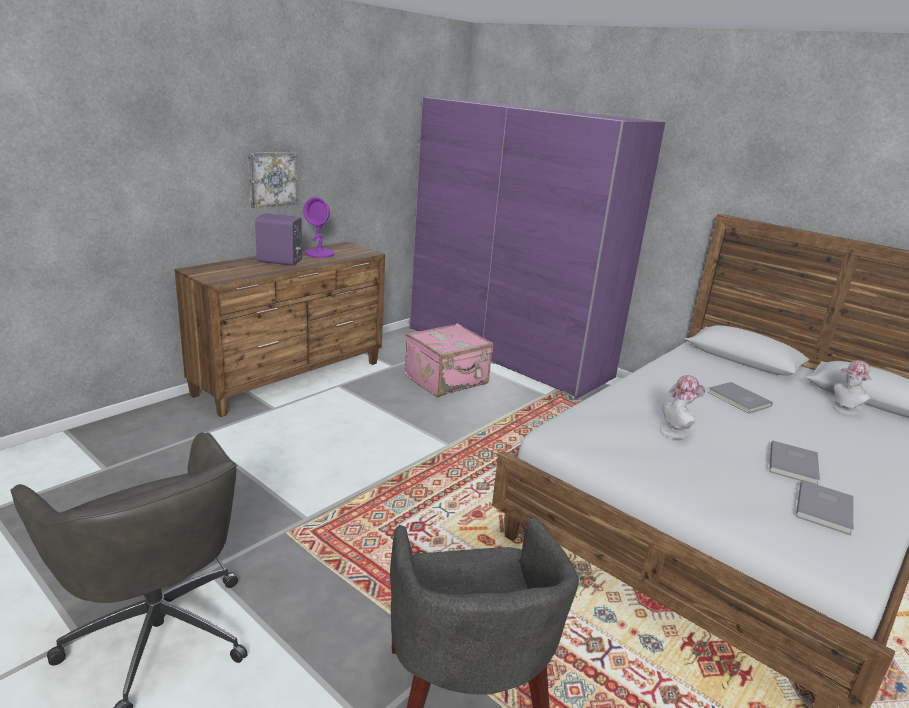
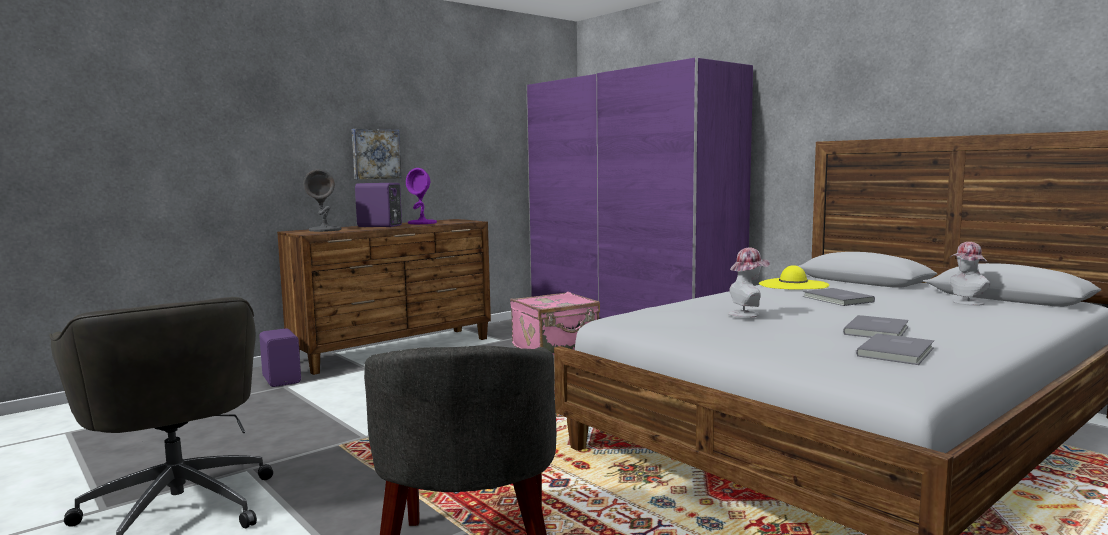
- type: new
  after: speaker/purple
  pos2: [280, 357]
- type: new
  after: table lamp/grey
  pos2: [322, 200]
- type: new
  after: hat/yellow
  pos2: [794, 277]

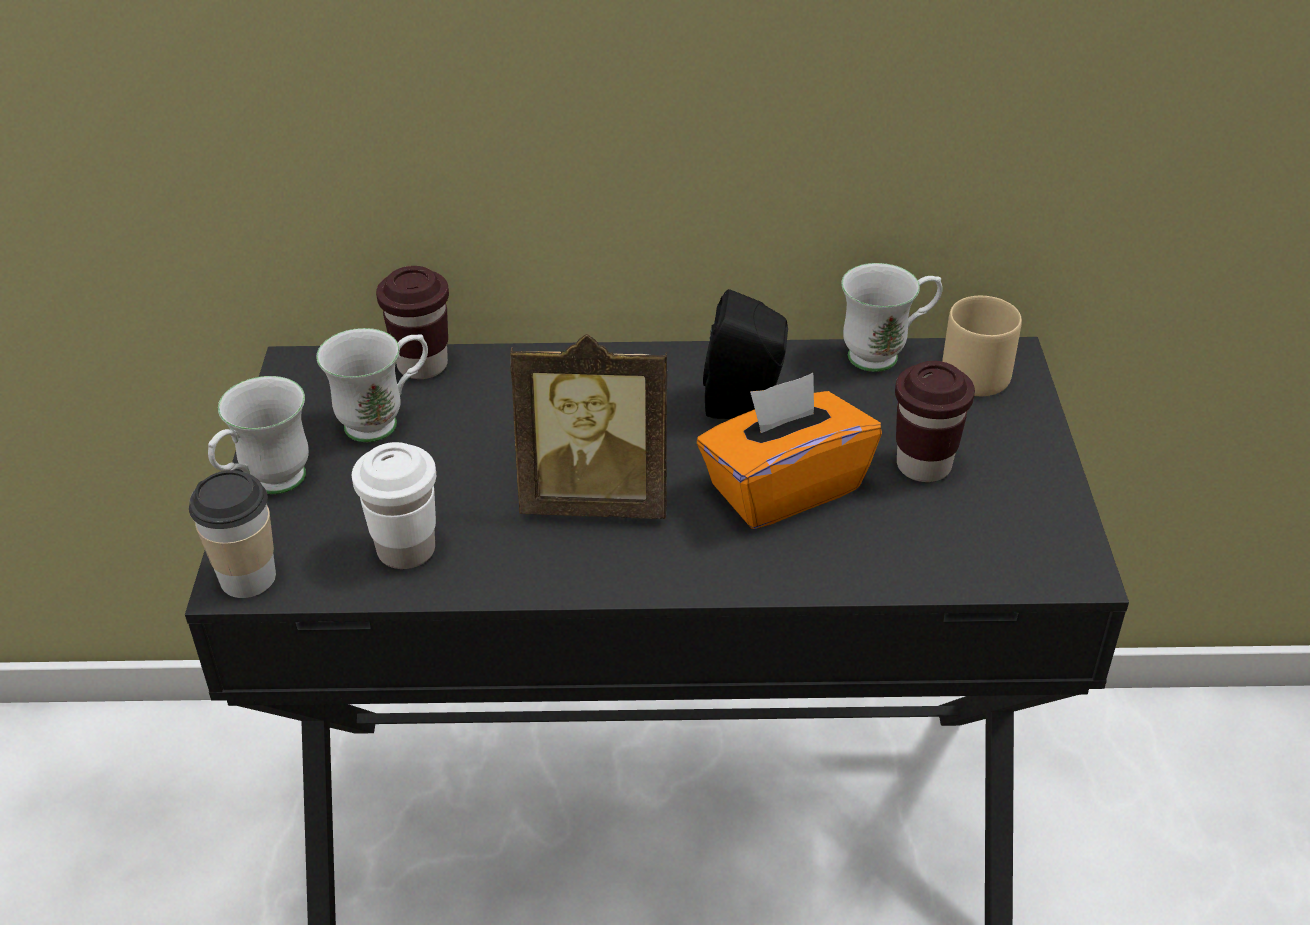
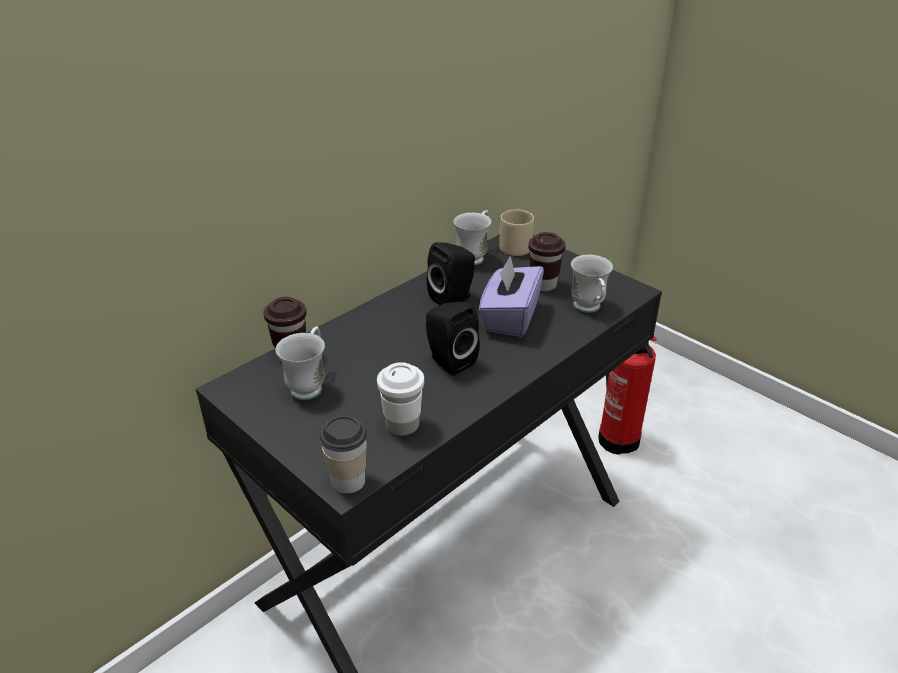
- type: swapped
  before: picture frame
  after: speaker/black
  pos1: [588, 426]
  pos2: [453, 339]
- type: repainted
  before: tissue box/orange
  after: tissue box/purple
  pos1: [789, 451]
  pos2: [511, 296]
- type: shifted
  before: mug/white
  pos1: [258, 435]
  pos2: [592, 284]
- type: new
  after: fire extinguisher
  pos2: [627, 396]

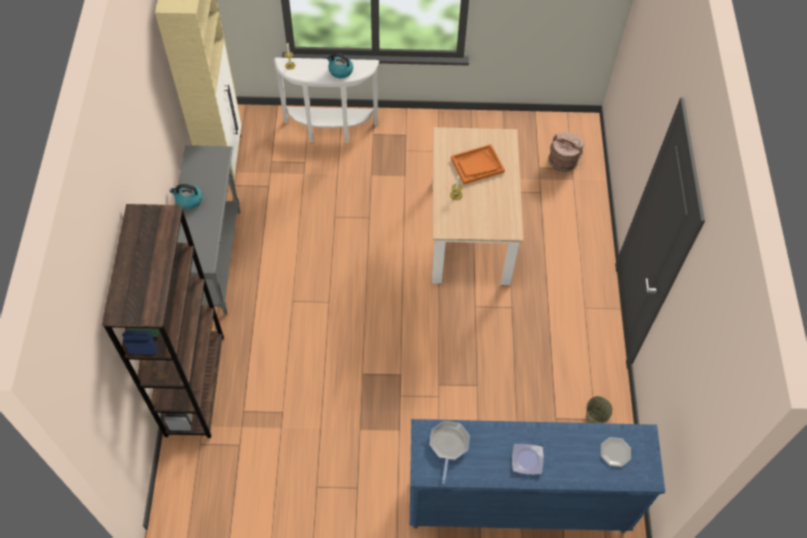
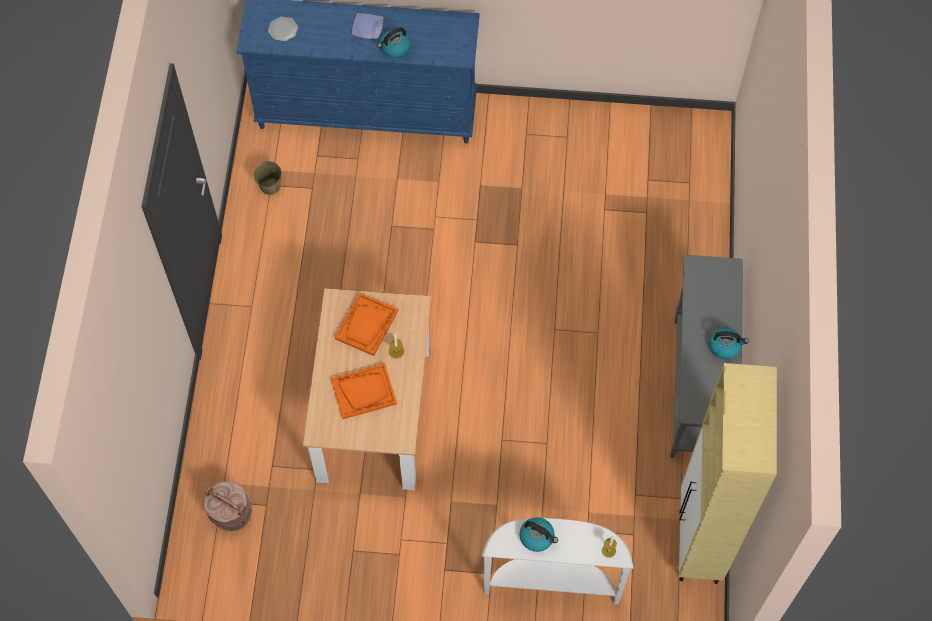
- type: new
  after: tray/orange
  pos2: [366, 324]
- type: new
  after: kettle
  pos2: [394, 42]
- type: gone
  before: bookcase/brown
  pos1: [163, 321]
- type: gone
  before: frying pan
  pos1: [449, 452]

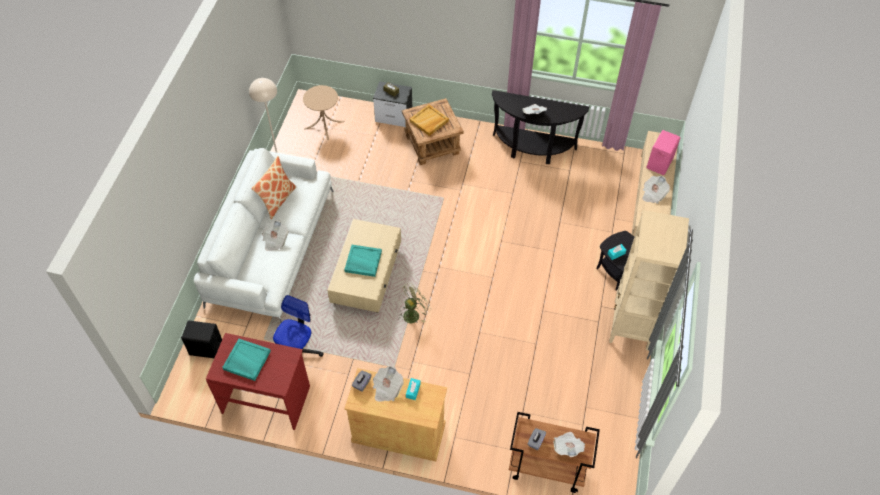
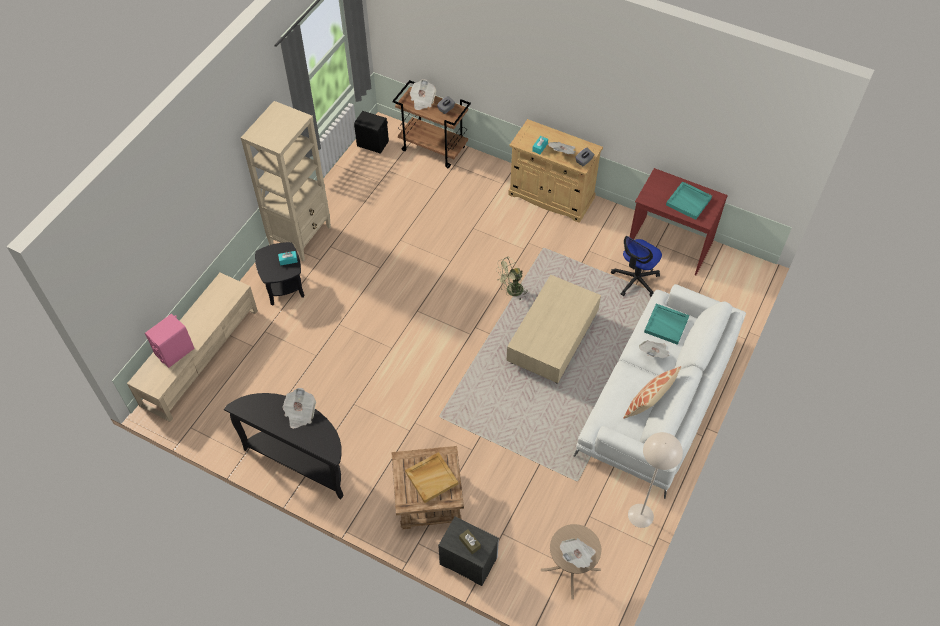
- type: shifted
  before: speaker/black
  pos1: [201, 339]
  pos2: [371, 132]
- type: shifted
  before: newspaper
  pos1: [656, 190]
  pos2: [578, 553]
- type: shifted
  before: tray/turquoise
  pos1: [363, 261]
  pos2: [666, 324]

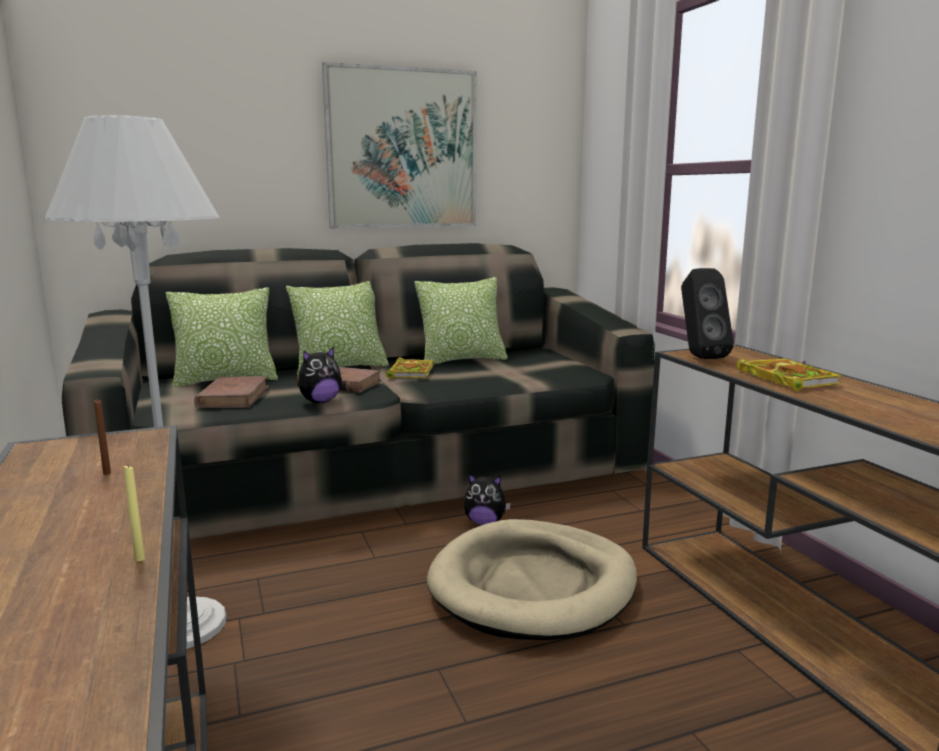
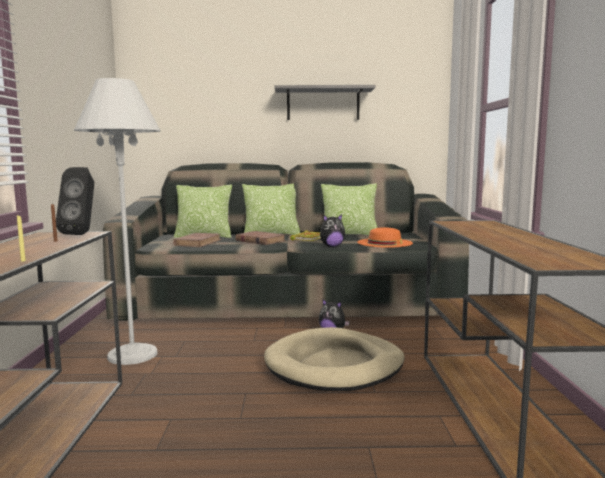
- type: shifted
  before: speaker/black
  pos1: [707, 313]
  pos2: [75, 201]
- type: swapped
  before: picture
  after: shelf/grey
  pos1: [399, 145]
  pos2: [324, 102]
- type: shifted
  before: plush toy
  pos1: [320, 375]
  pos2: [332, 230]
- type: new
  after: hat/orange
  pos2: [385, 237]
- type: gone
  before: book
  pos1: [789, 374]

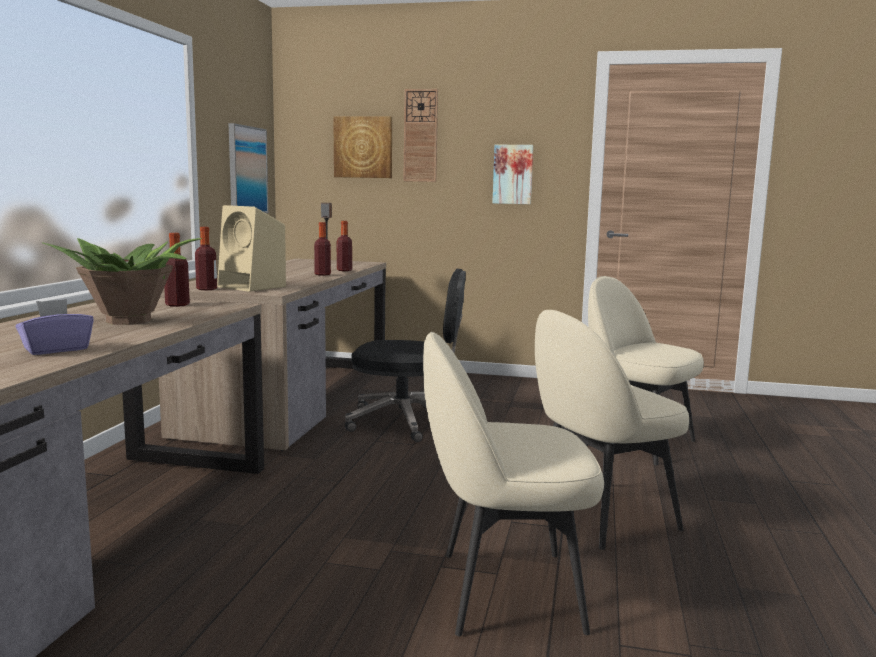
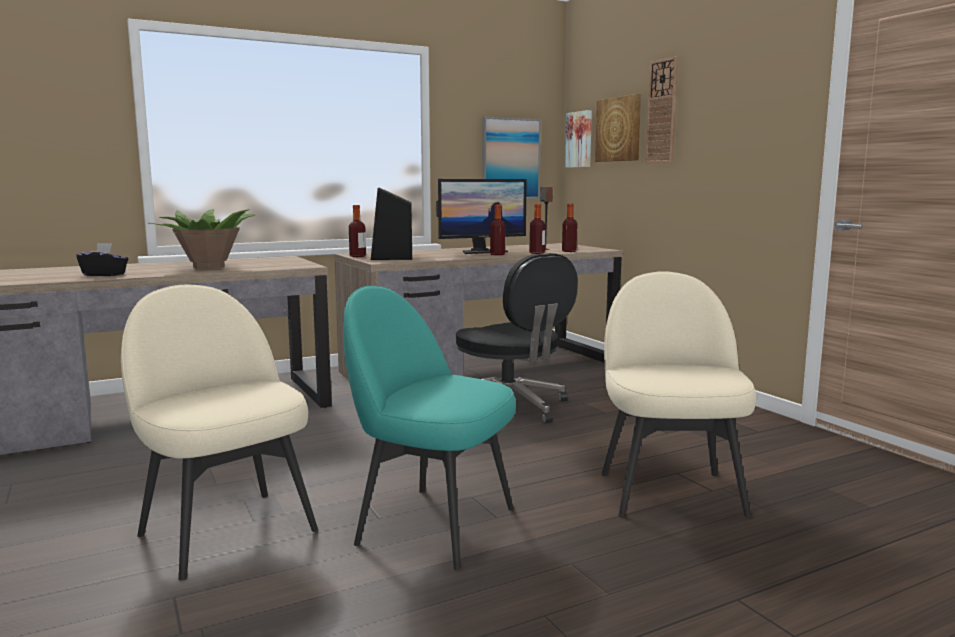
- type: repainted
  before: tissue box/purple
  after: tissue box/black
  pos1: [55, 327]
  pos2: [102, 259]
- type: repainted
  before: chair/beige
  after: chair/turquoise
  pos1: [612, 430]
  pos2: [429, 428]
- type: repainted
  before: speaker/beige
  after: speaker/black
  pos1: [251, 248]
  pos2: [391, 224]
- type: new
  after: monitor
  pos2: [481, 216]
- type: shifted
  before: bottle
  pos1: [177, 270]
  pos2: [569, 227]
- type: shifted
  before: picture
  pos1: [513, 174]
  pos2: [578, 139]

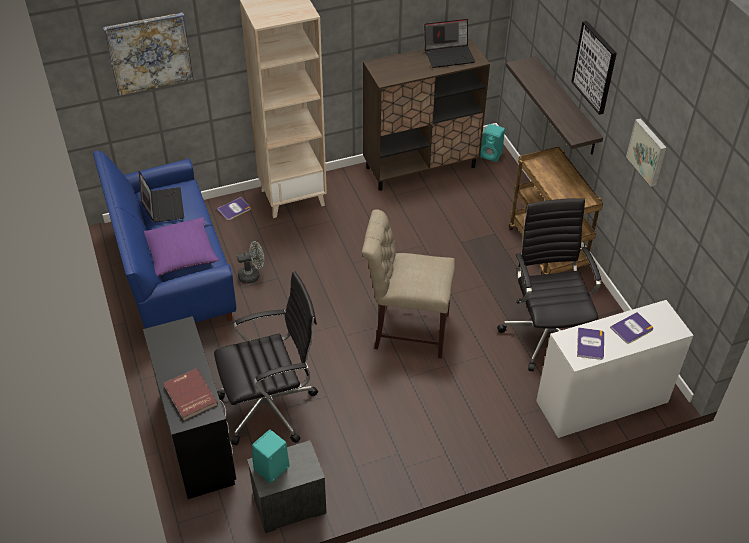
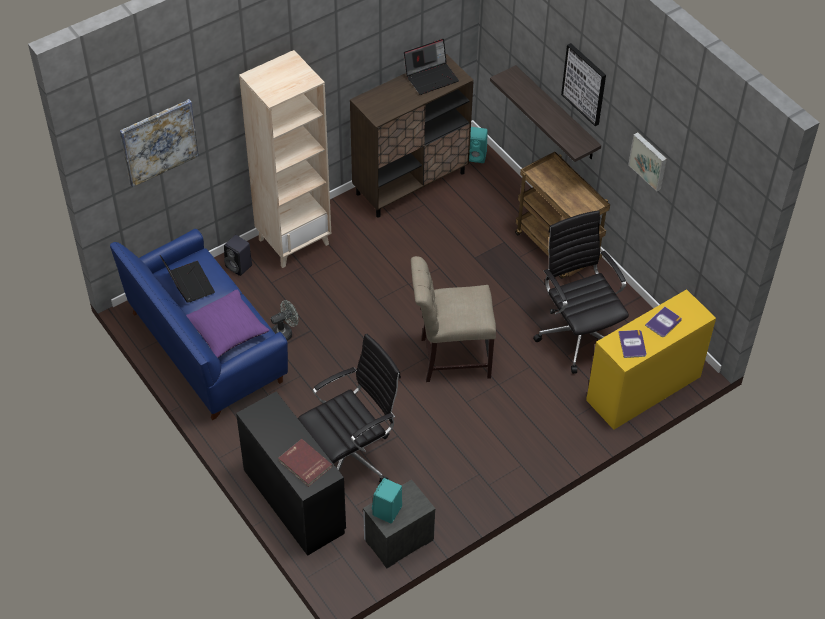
- type: swapped
  before: book
  after: speaker/black
  pos1: [234, 208]
  pos2: [238, 255]
- type: repainted
  before: desk/white
  after: desk/yellow
  pos1: [615, 369]
  pos2: [651, 359]

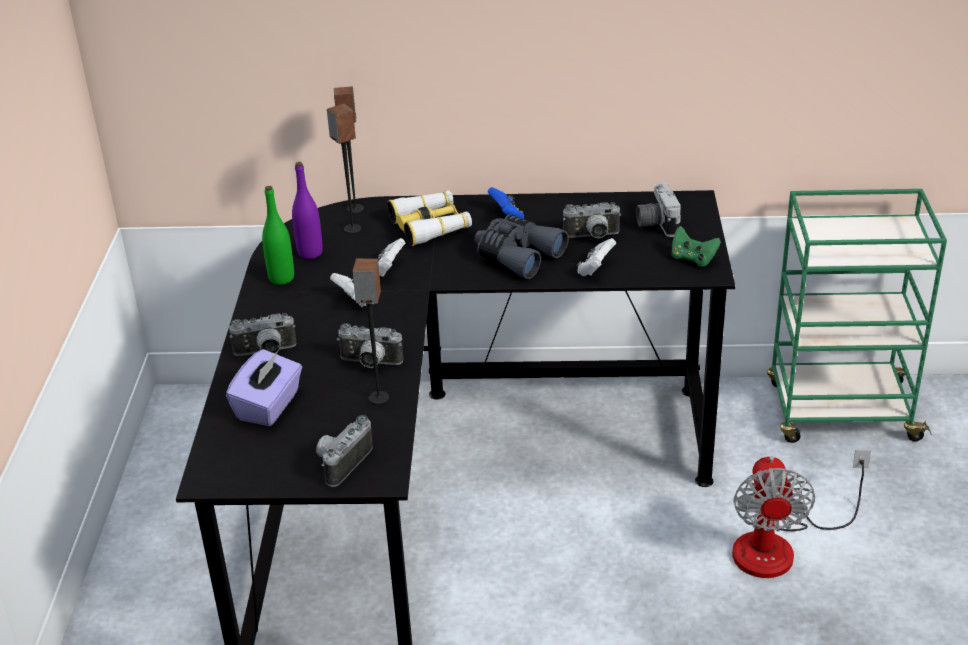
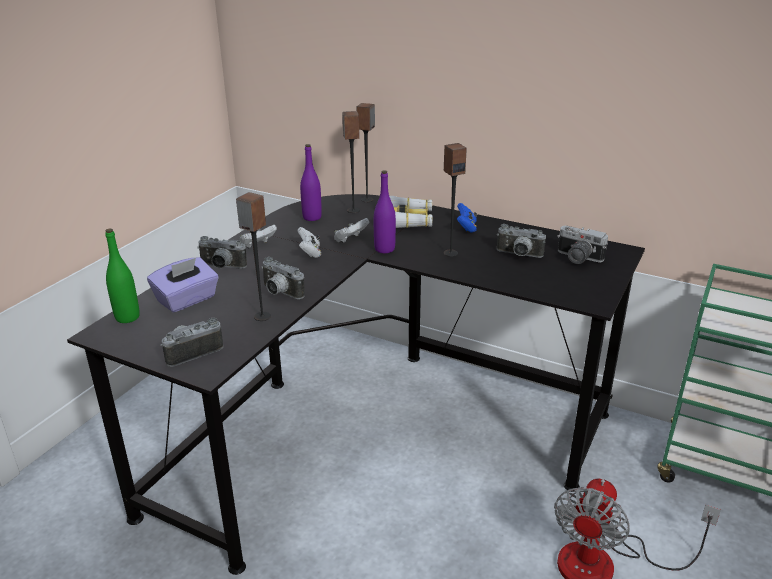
- type: shifted
  before: bottle/green
  pos1: [278, 235]
  pos2: [122, 276]
- type: shifted
  before: game controller/white
  pos1: [596, 257]
  pos2: [258, 236]
- type: new
  after: bottle/purple
  pos2: [385, 211]
- type: swapped
  before: binoculars/grey
  after: speaker
  pos1: [521, 246]
  pos2: [455, 200]
- type: rotated
  before: photo camera
  pos1: [658, 210]
  pos2: [582, 245]
  turn: -75
- type: gone
  before: game controller/green
  pos1: [696, 246]

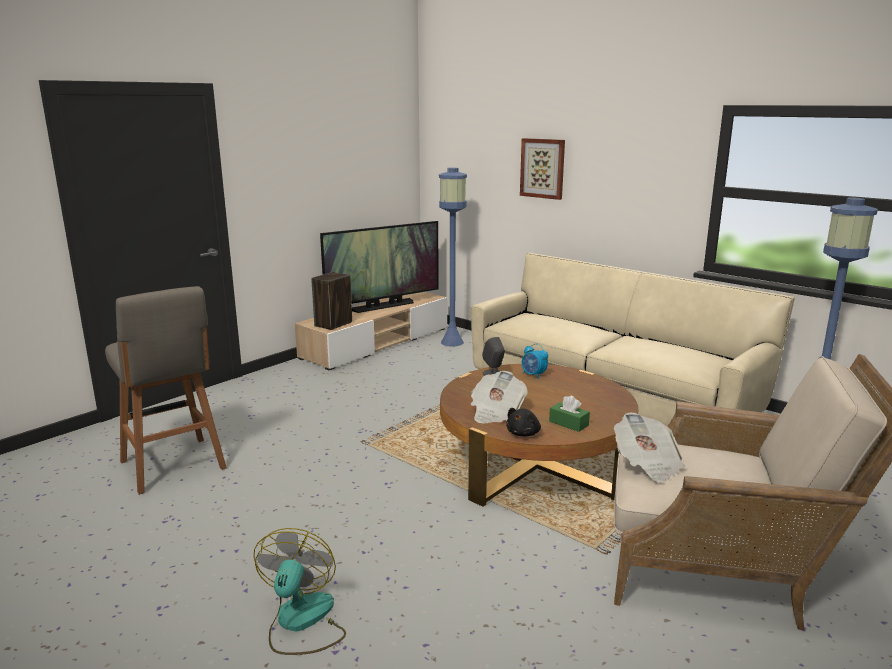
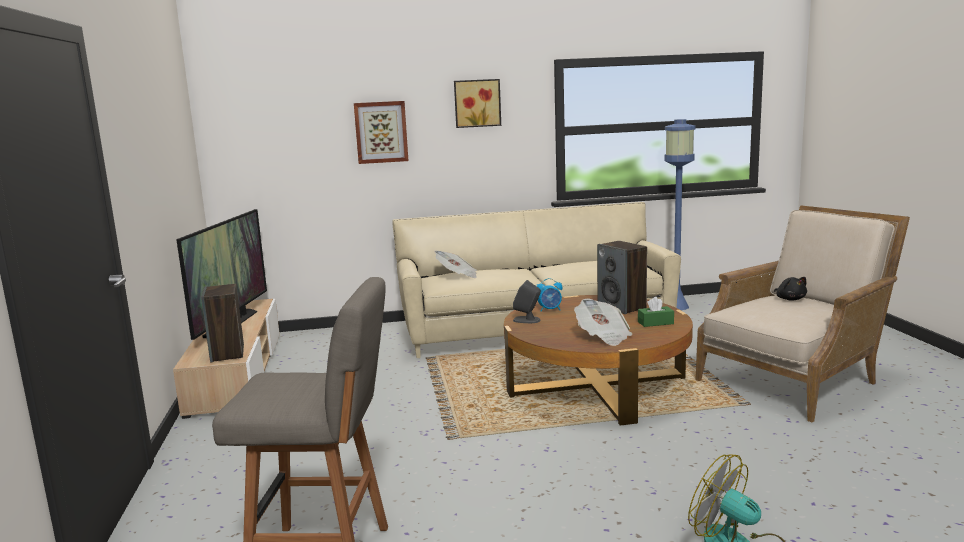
- type: shifted
  before: newspaper
  pos1: [650, 447]
  pos2: [455, 264]
- type: new
  after: picture
  pos2: [477, 103]
- type: new
  after: speaker
  pos2: [622, 277]
- type: shifted
  before: plush toy/black
  pos1: [523, 422]
  pos2: [790, 288]
- type: gone
  before: floor lamp/blue
  pos1: [453, 257]

